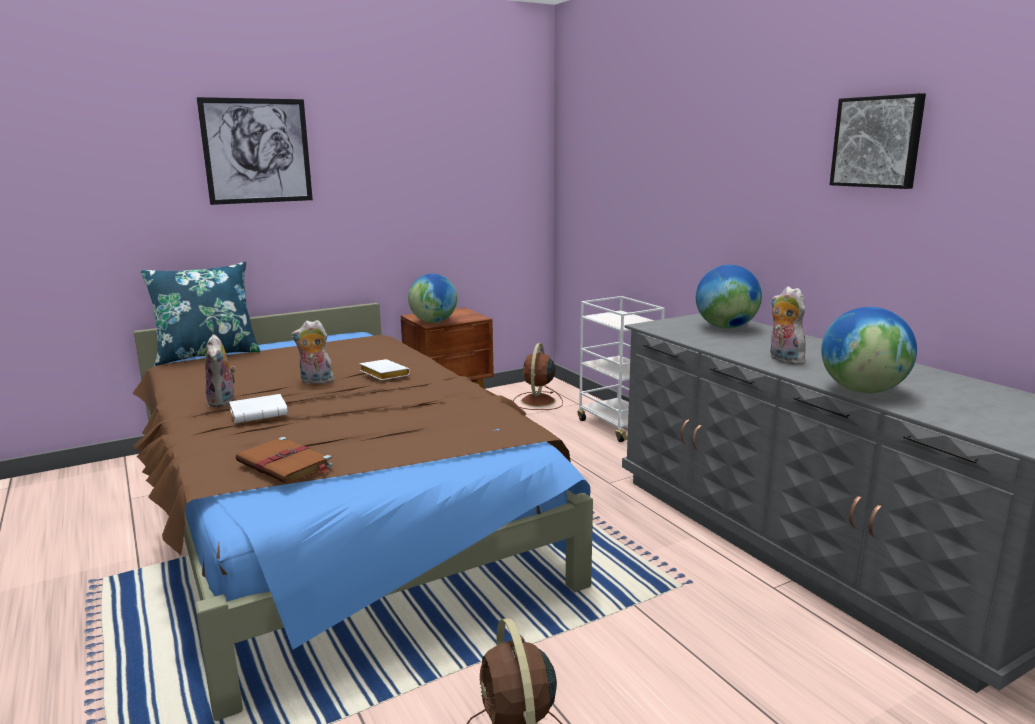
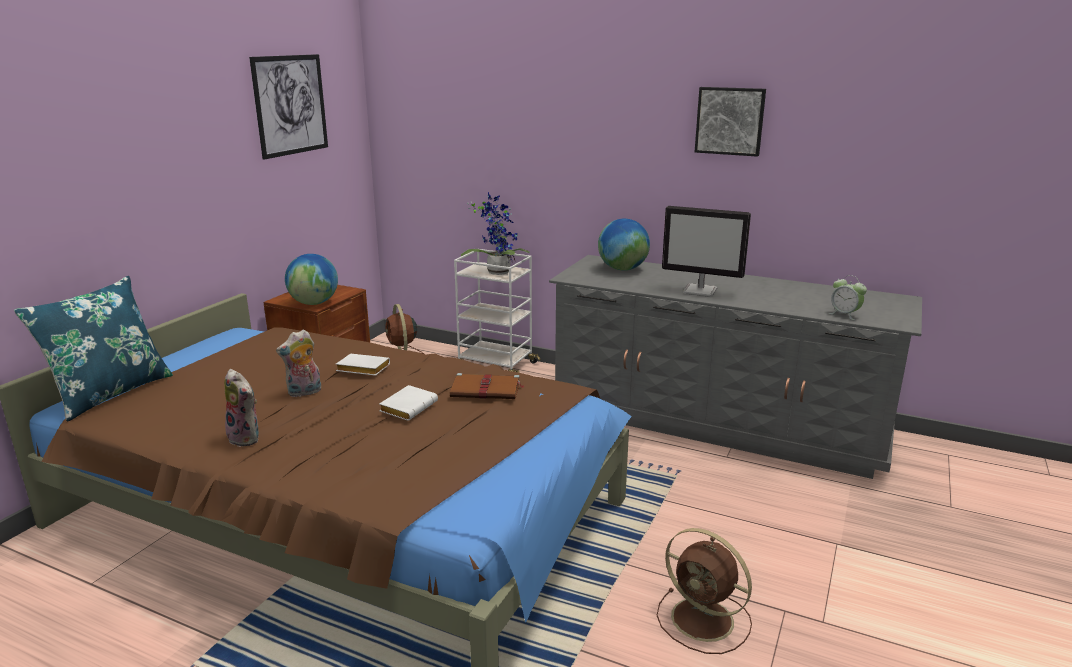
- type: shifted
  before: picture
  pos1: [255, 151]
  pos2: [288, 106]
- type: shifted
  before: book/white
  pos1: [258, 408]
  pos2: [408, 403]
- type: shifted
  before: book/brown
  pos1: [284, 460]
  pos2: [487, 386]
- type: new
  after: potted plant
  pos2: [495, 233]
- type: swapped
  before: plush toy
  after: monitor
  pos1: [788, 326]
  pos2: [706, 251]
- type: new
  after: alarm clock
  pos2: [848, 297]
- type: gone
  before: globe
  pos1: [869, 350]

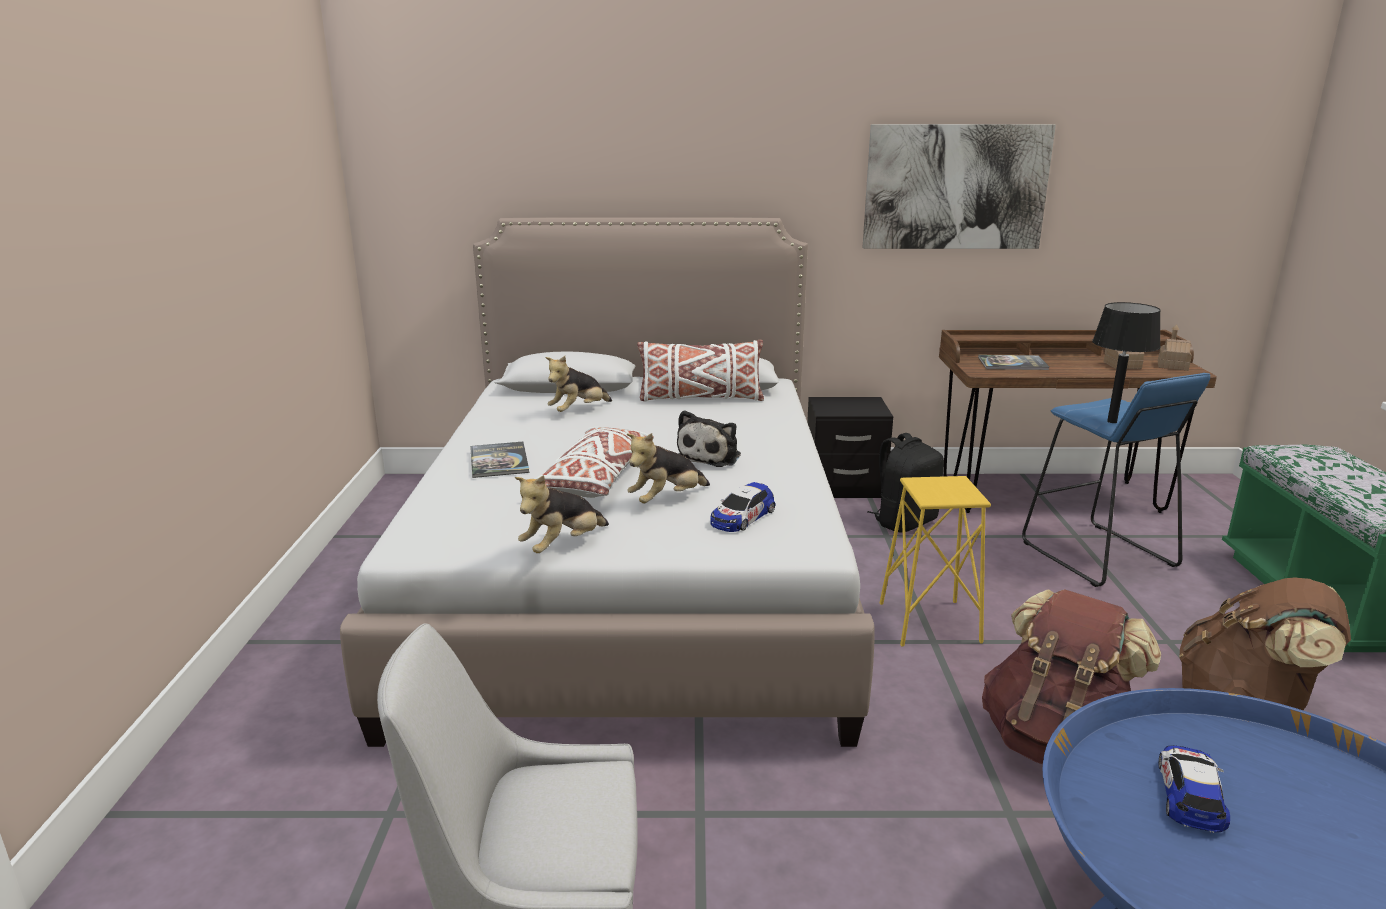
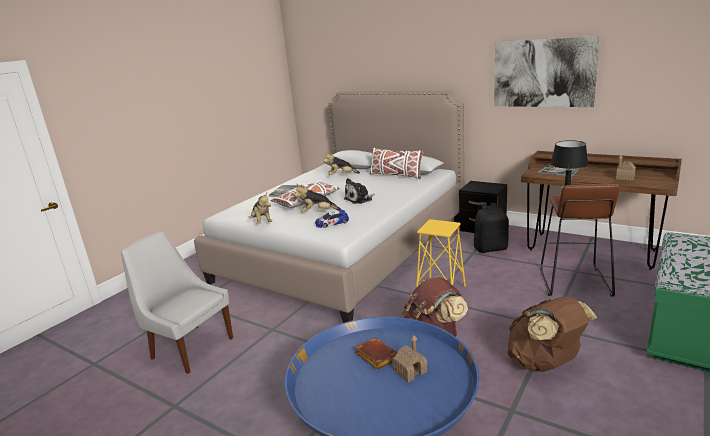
- type: rotated
  before: plush toy
  pos1: [562, 514]
  pos2: [260, 208]
  turn: -105
- type: swapped
  before: toy car
  after: book/brown
  pos1: [1194, 789]
  pos2: [376, 354]
- type: shifted
  before: toy house
  pos1: [1175, 347]
  pos2: [409, 359]
- type: repainted
  before: stool/blue
  after: stool/brown
  pos1: [1116, 480]
  pos2: [580, 240]

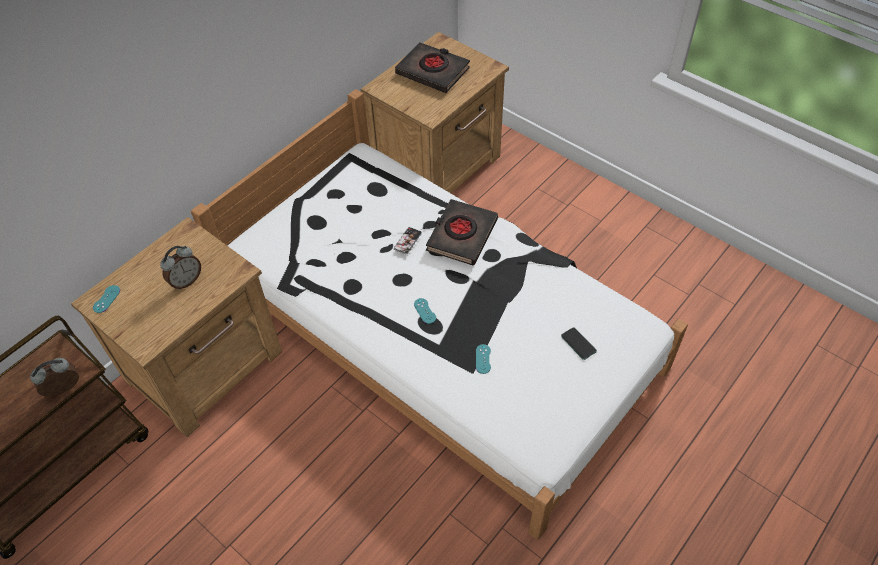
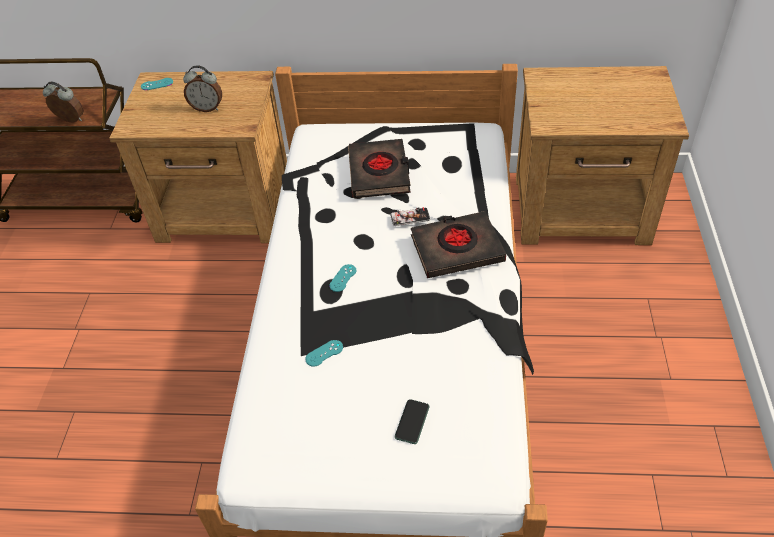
- type: shifted
  before: book/black
  pos1: [432, 68]
  pos2: [379, 168]

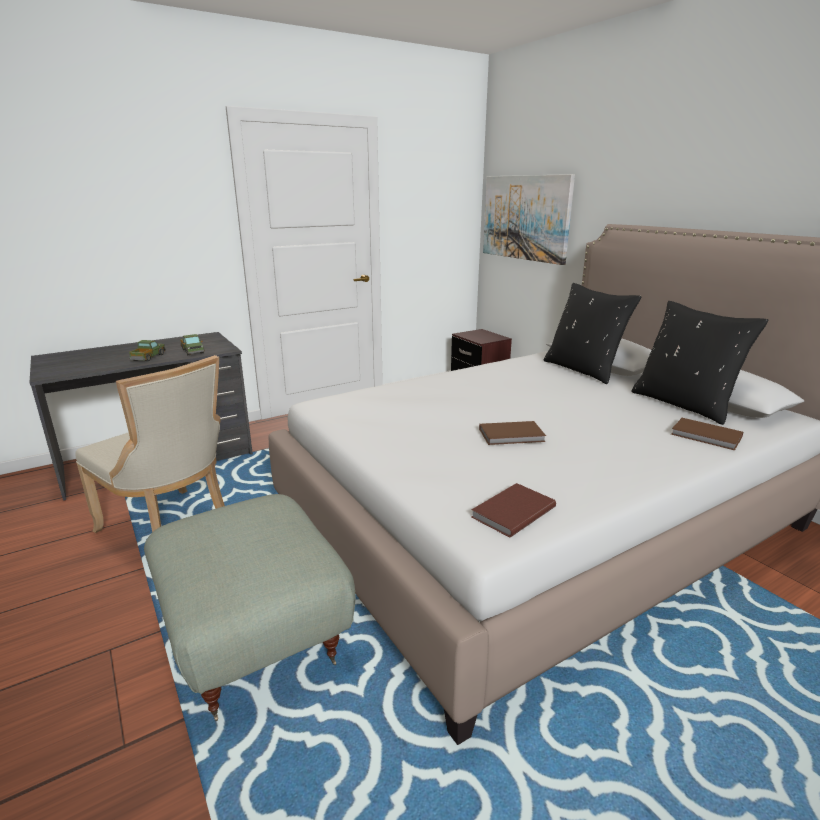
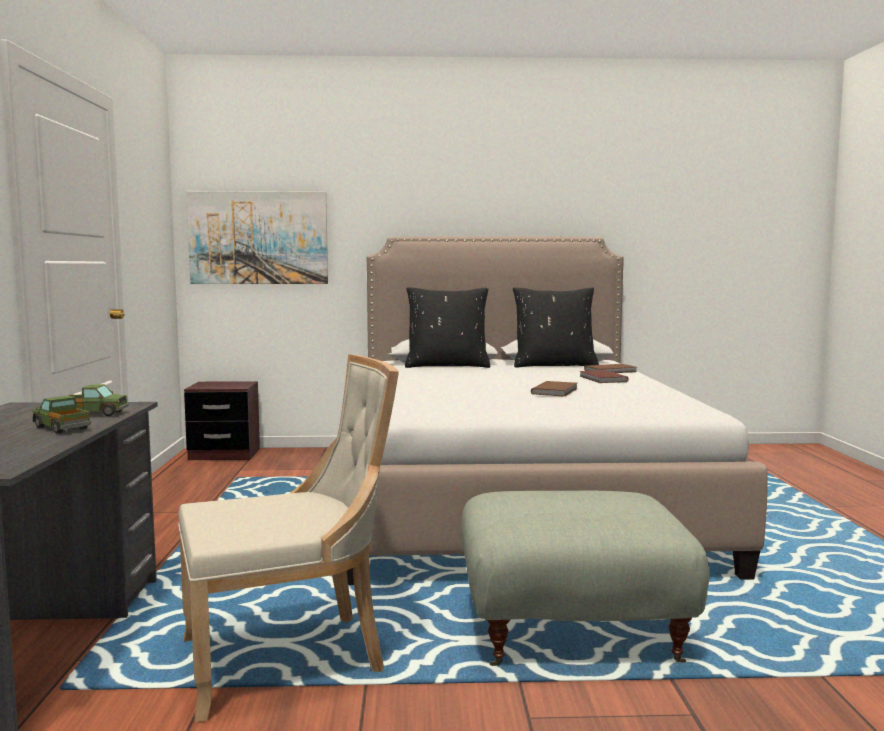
- type: shifted
  before: book/brown
  pos1: [513, 510]
  pos2: [604, 376]

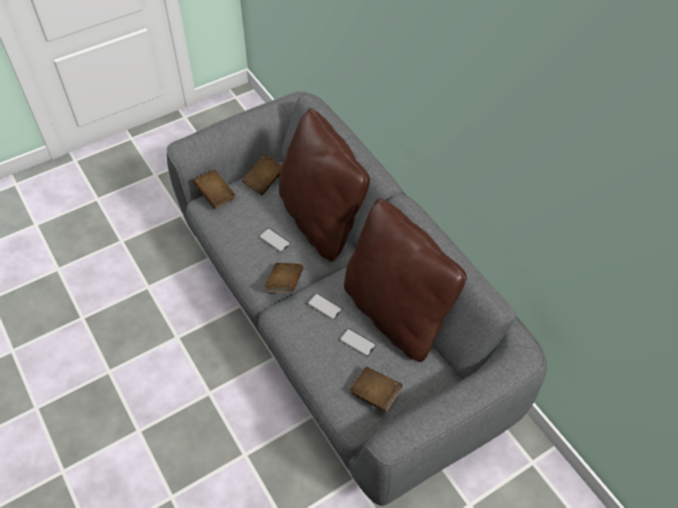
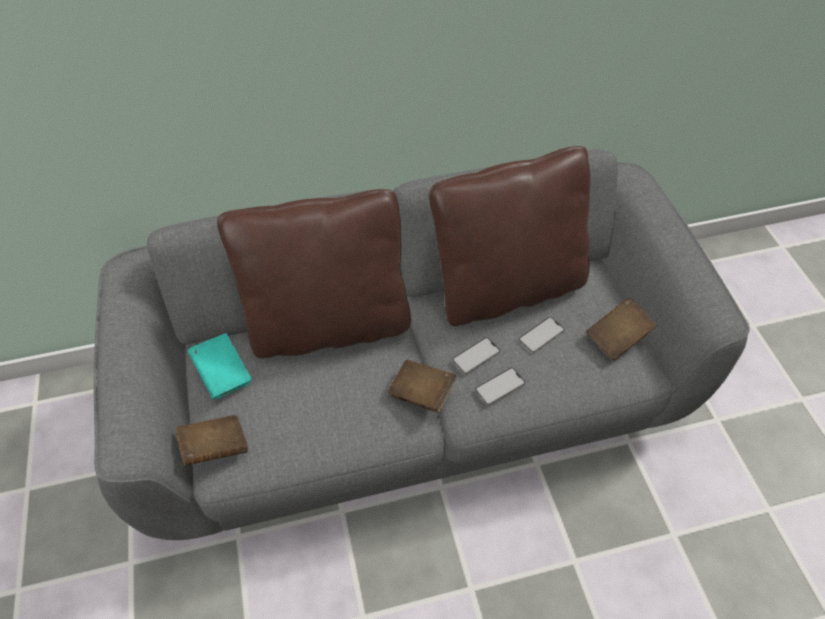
- type: repainted
  before: book/brown
  after: book/turquoise
  pos1: [262, 174]
  pos2: [220, 366]
- type: shifted
  before: phone
  pos1: [275, 240]
  pos2: [500, 386]

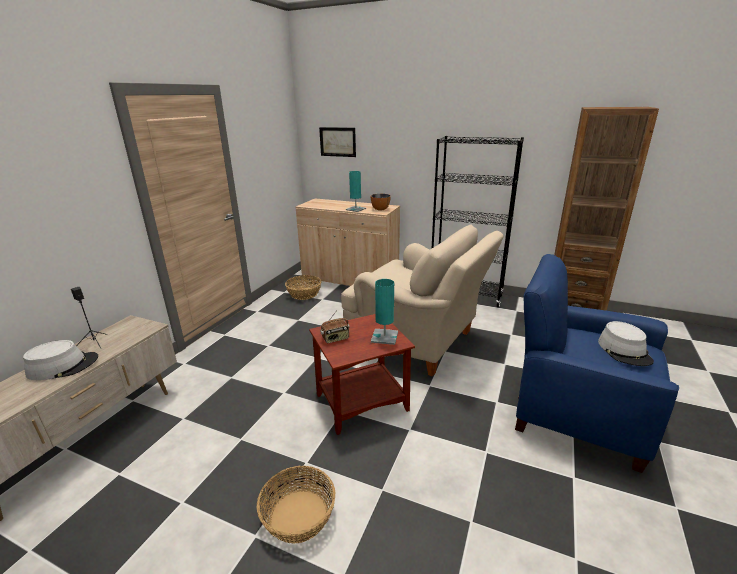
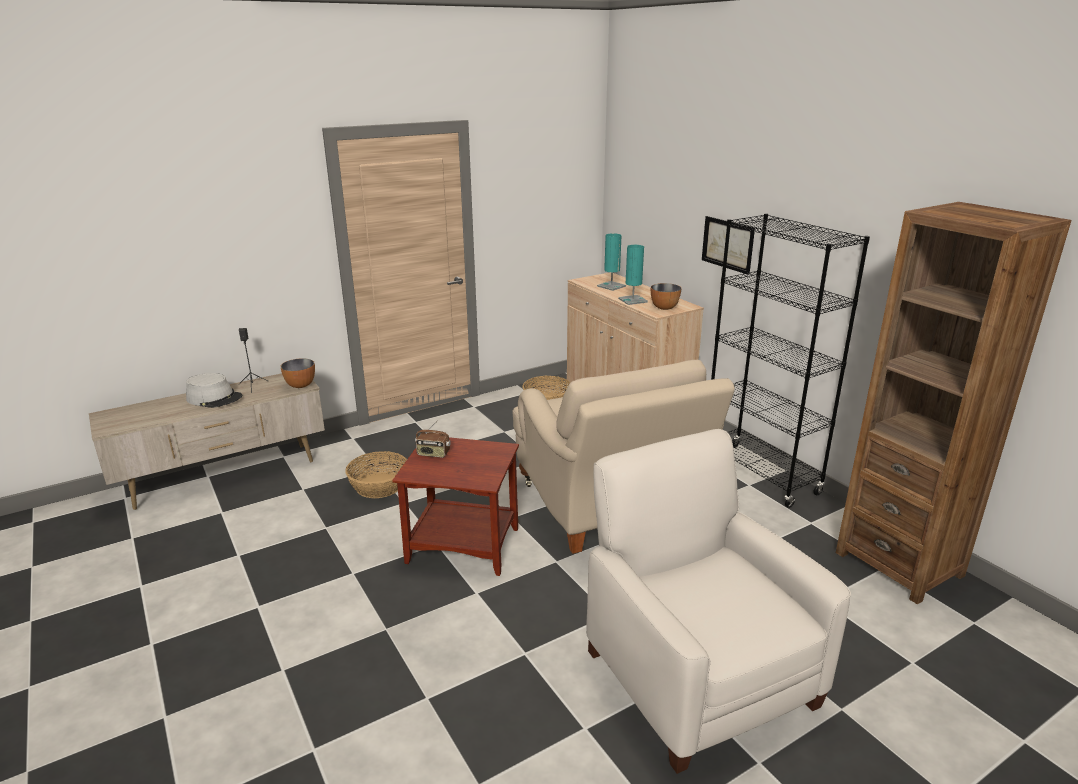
- type: new
  after: bowl
  pos2: [297, 373]
- type: shifted
  before: basket
  pos1: [296, 505]
  pos2: [376, 474]
- type: repainted
  before: armchair/blue
  after: armchair/white
  pos1: [597, 363]
  pos2: [718, 601]
- type: shifted
  before: table lamp/turquoise
  pos1: [384, 312]
  pos2: [611, 262]
- type: shifted
  before: picture
  pos1: [337, 142]
  pos2: [728, 245]
- type: gone
  before: hat/grey
  pos1: [626, 343]

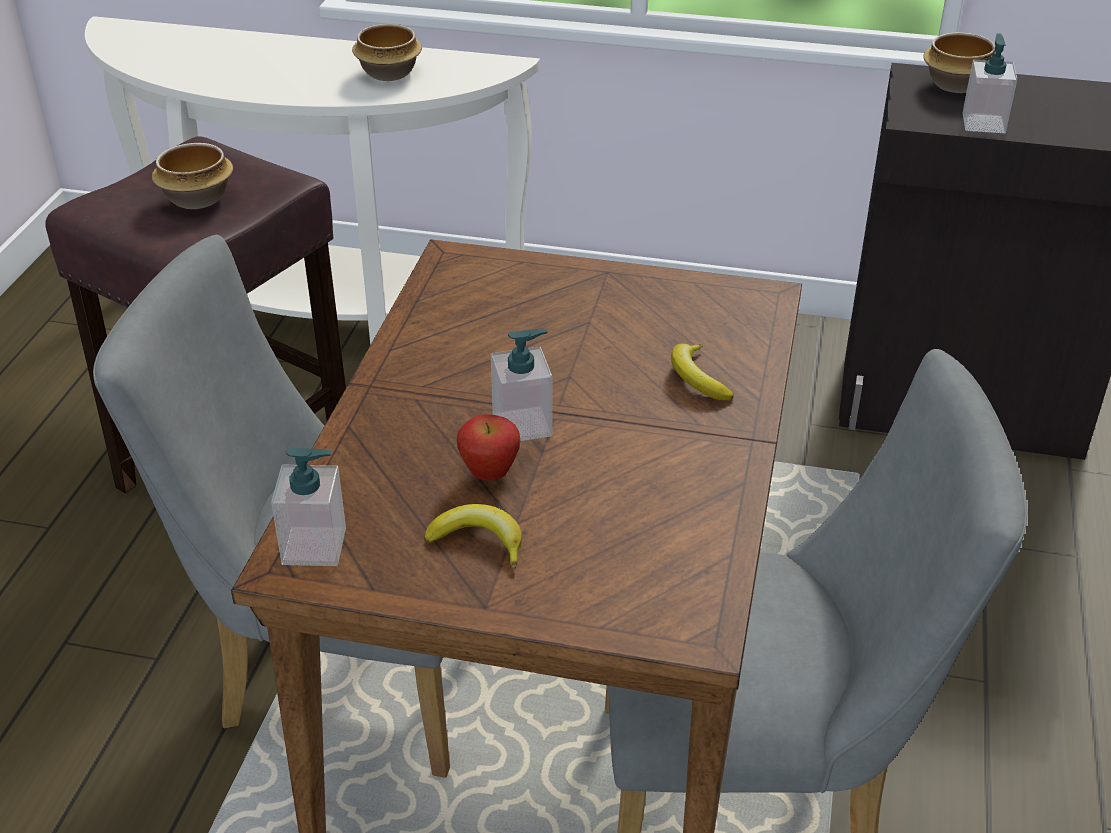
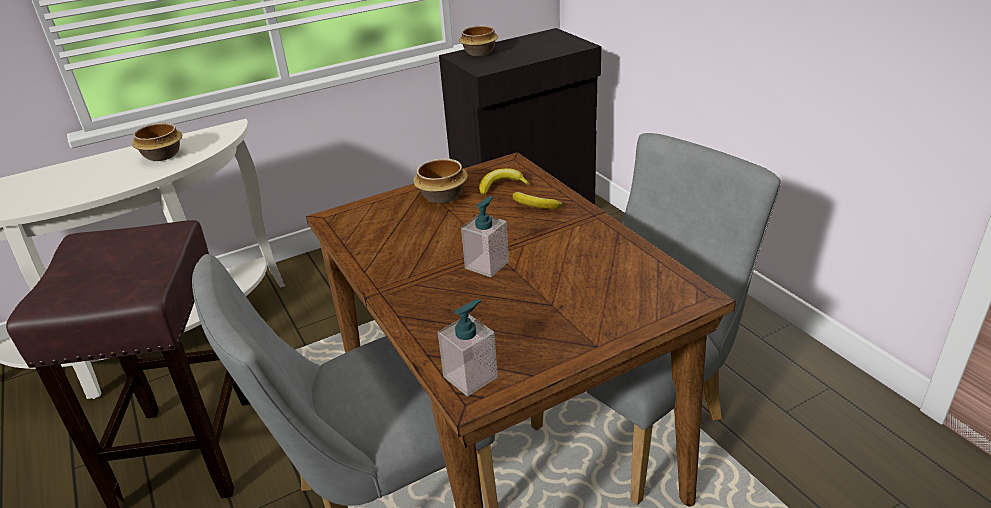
- type: shifted
  before: bowl
  pos1: [192, 176]
  pos2: [440, 180]
- type: shifted
  before: banana
  pos1: [473, 536]
  pos2: [504, 182]
- type: gone
  before: apple
  pos1: [488, 447]
- type: gone
  before: soap dispenser
  pos1: [989, 83]

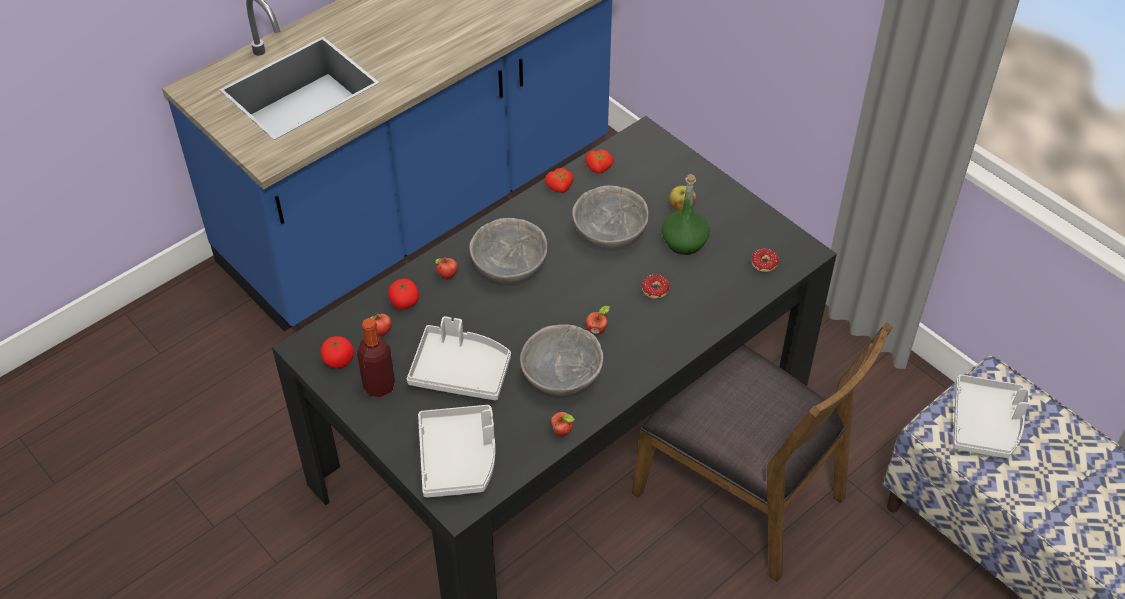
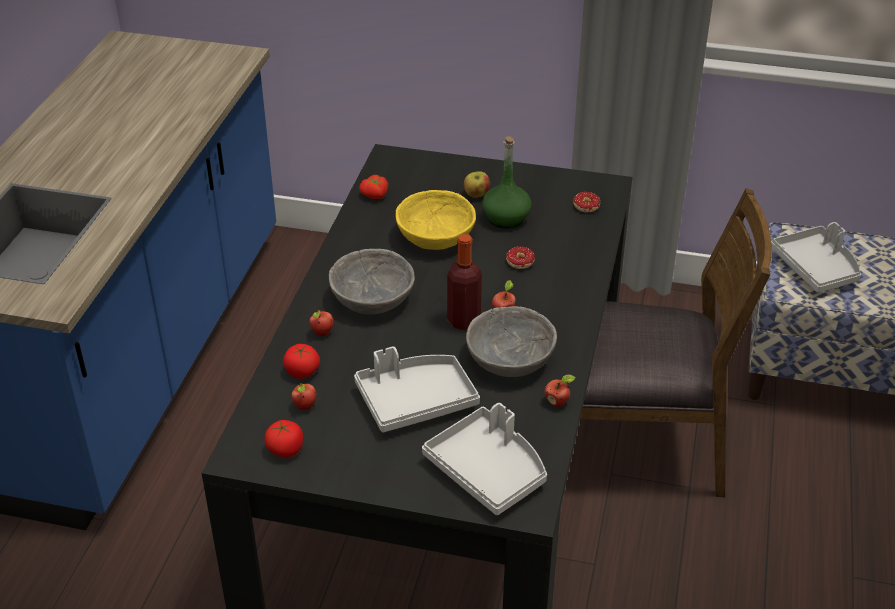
- type: repainted
  before: bowl/grey
  after: bowl/yellow
  pos1: [610, 217]
  pos2: [436, 220]
- type: shifted
  before: bottle
  pos1: [376, 357]
  pos2: [464, 282]
- type: gone
  before: tomato
  pos1: [559, 180]

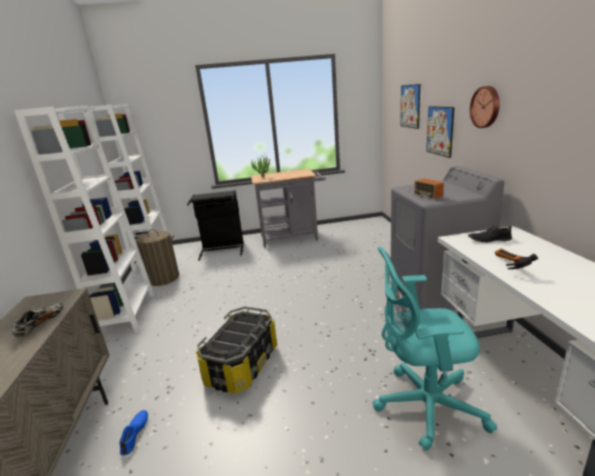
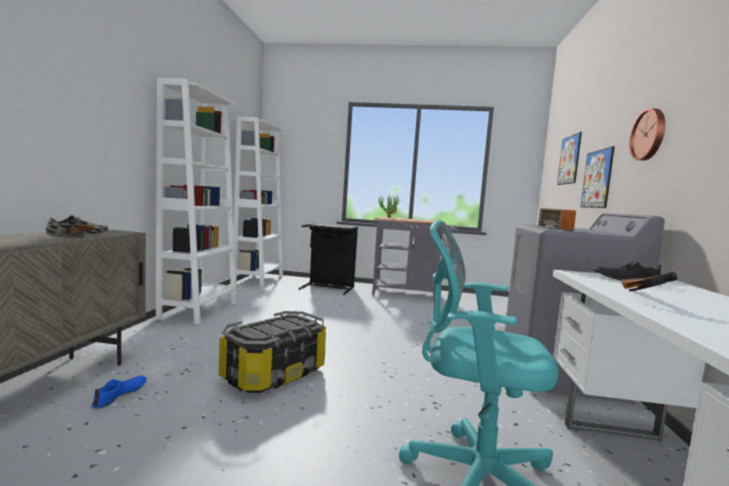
- type: gone
  before: laundry basket
  pos1: [157, 257]

